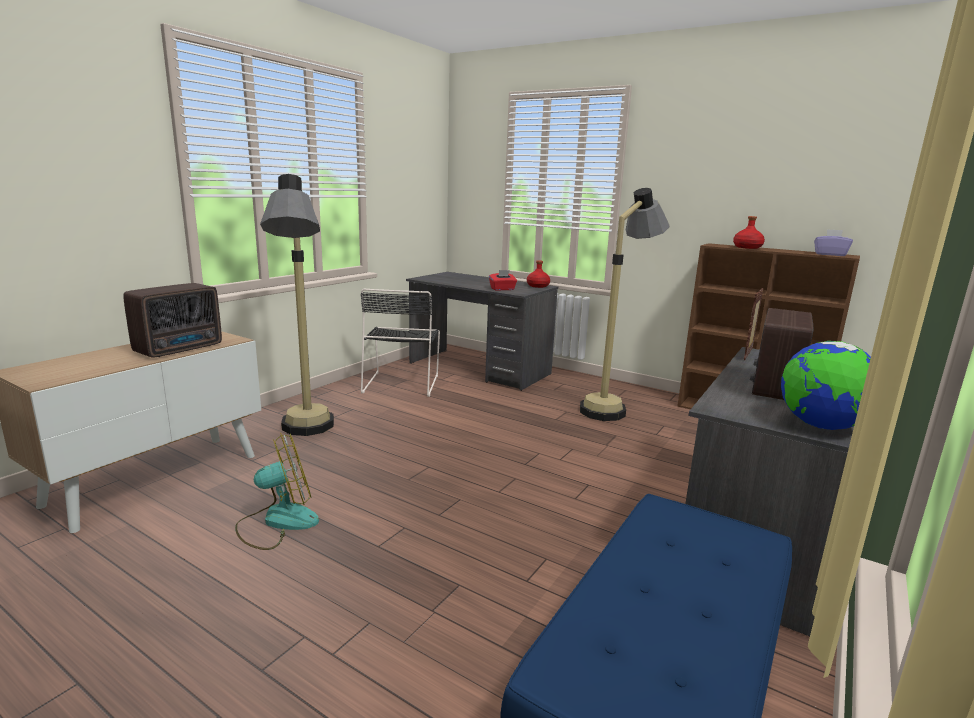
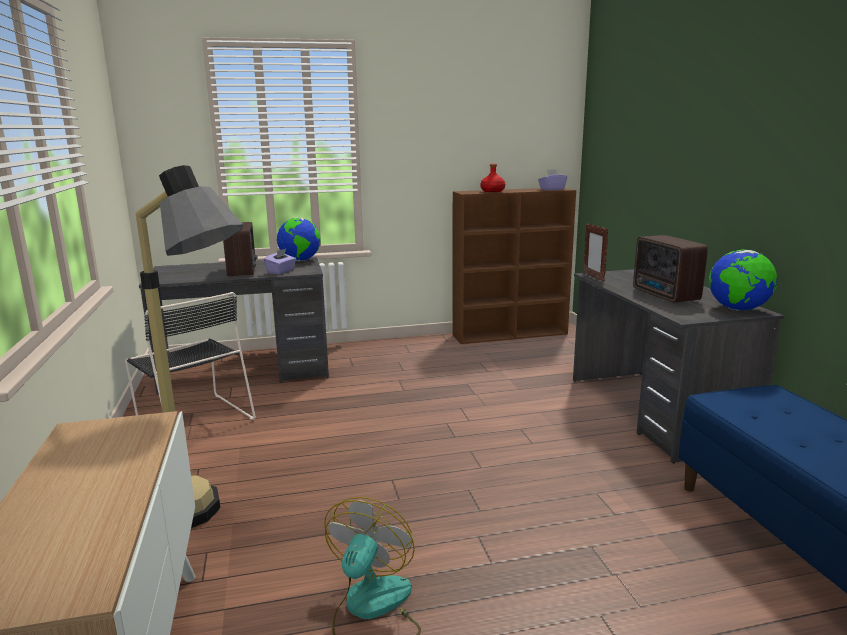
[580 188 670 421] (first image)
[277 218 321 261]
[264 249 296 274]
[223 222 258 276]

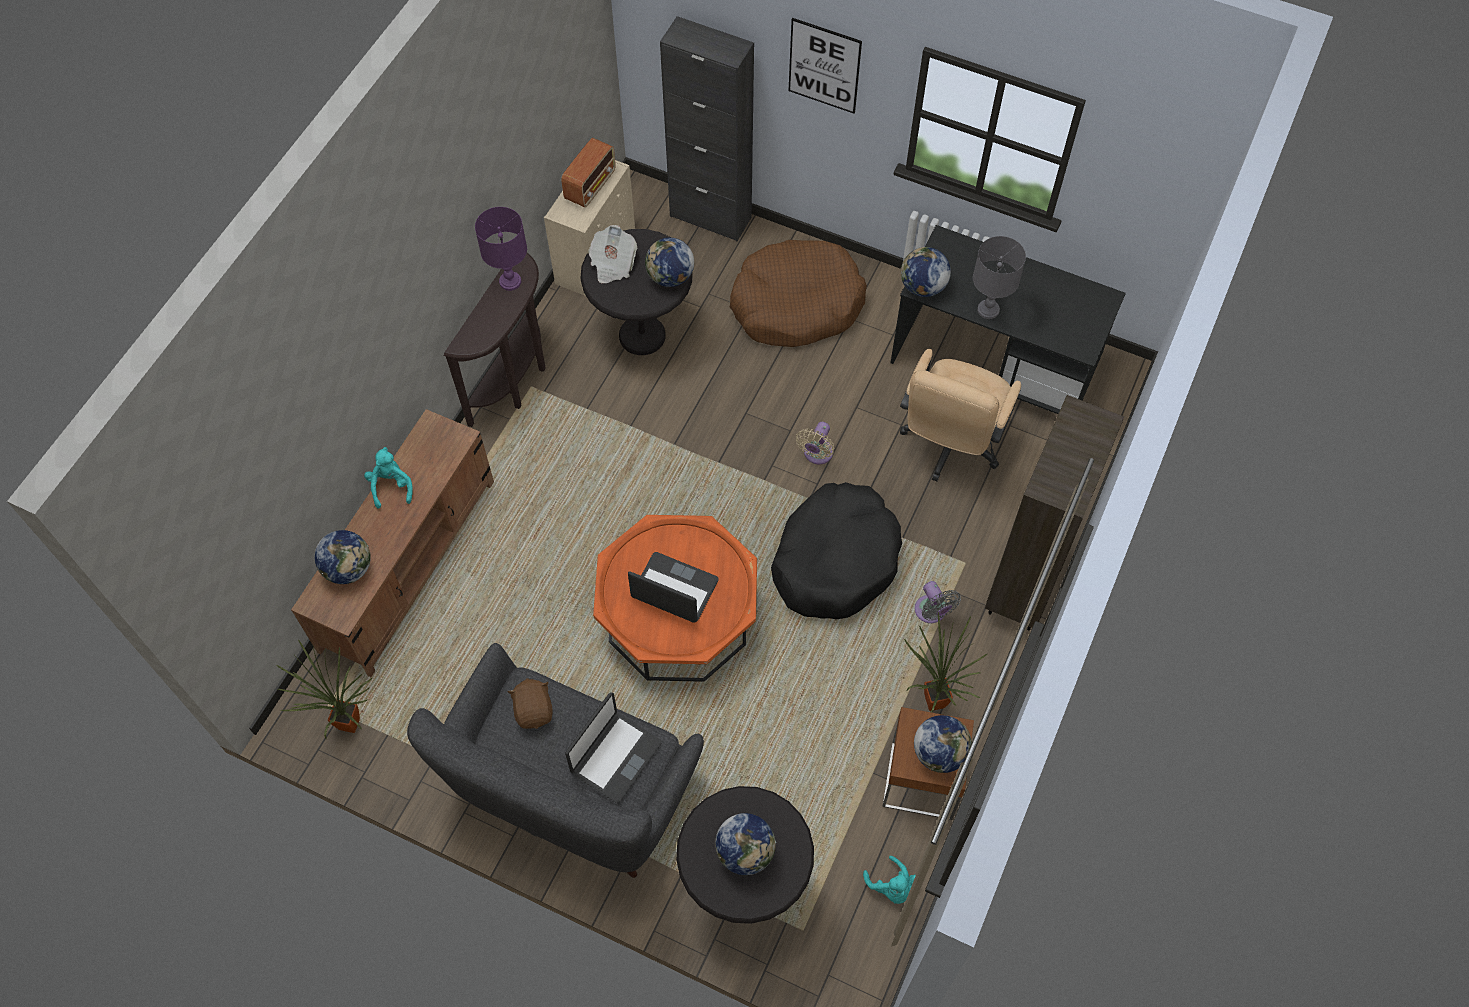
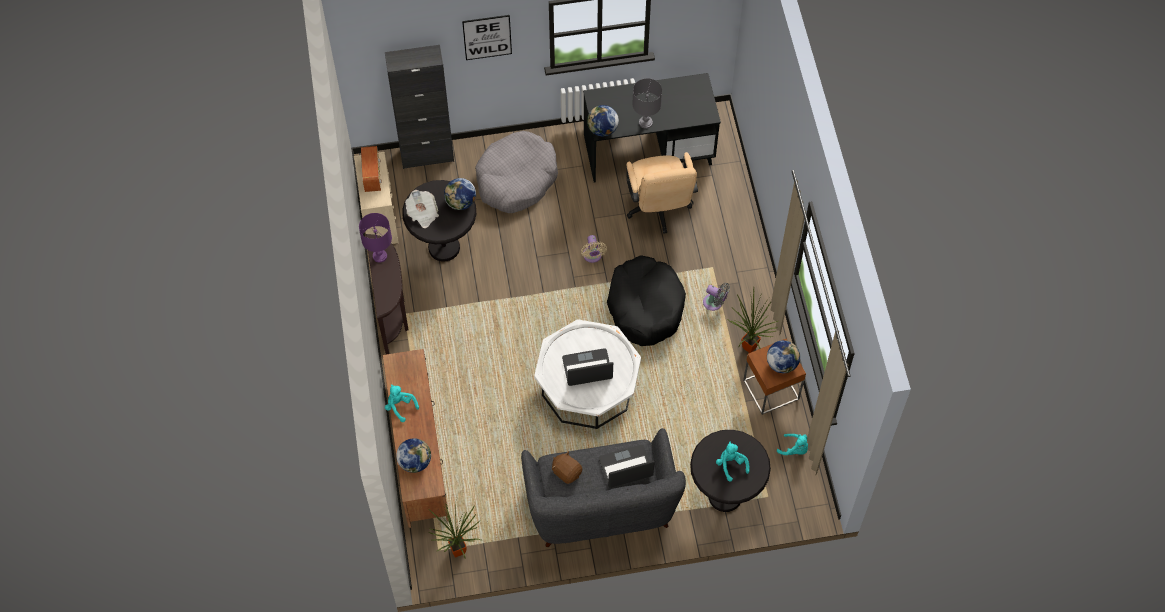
[475 131 558 213]
[985 395 1124 630] (first image)
[534 319 641 429]
[599 445 655 488]
[716 441 750 482]

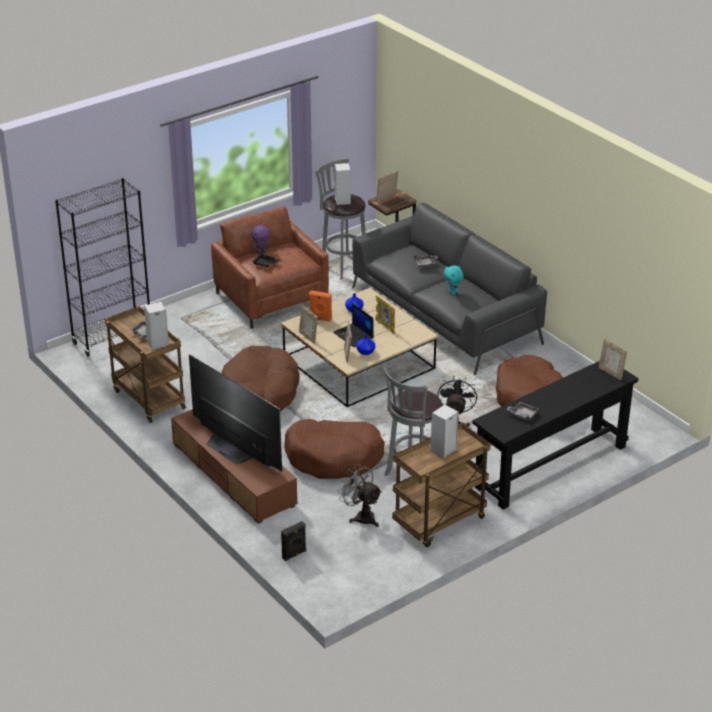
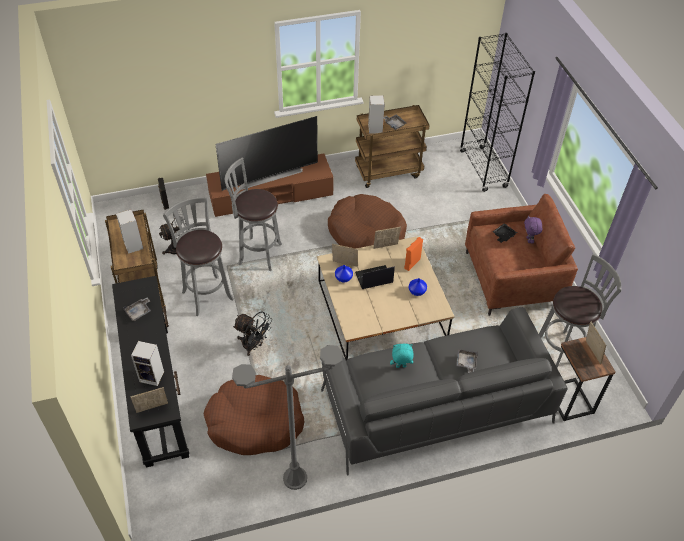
[131 341 164 386]
[375 295 395 334] (first image)
[225 157 282 271]
[232 345 343 490]

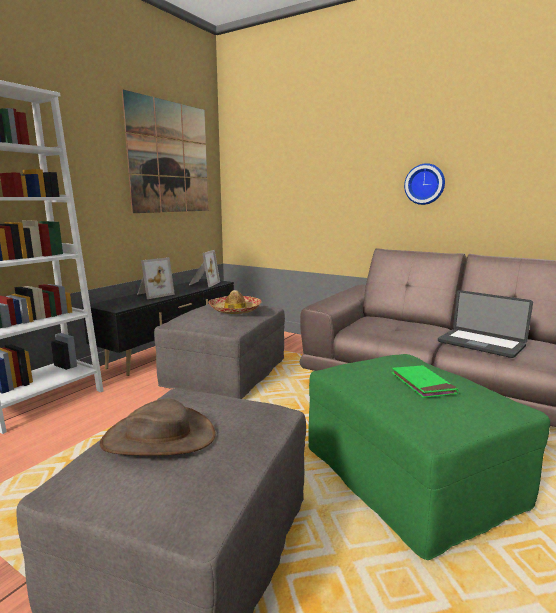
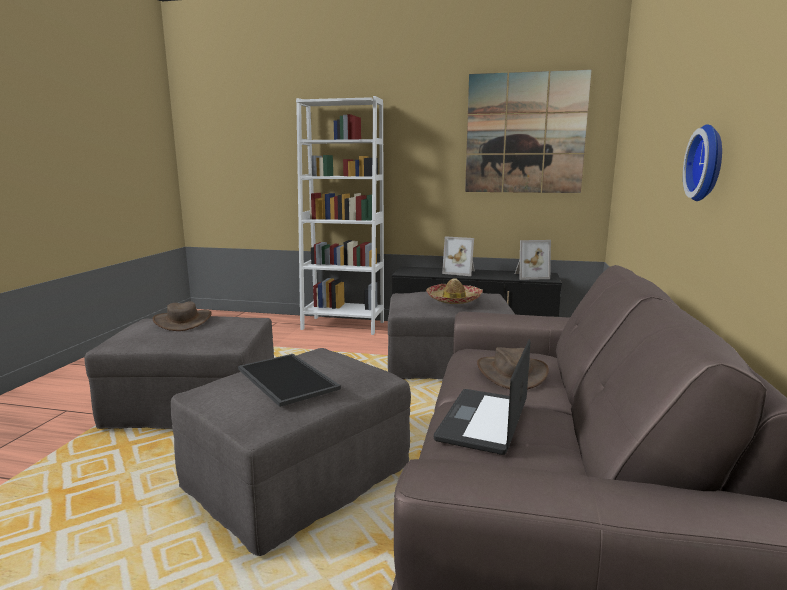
[171 348 411 556]
[238 354 341 407]
[477 347 549 390]

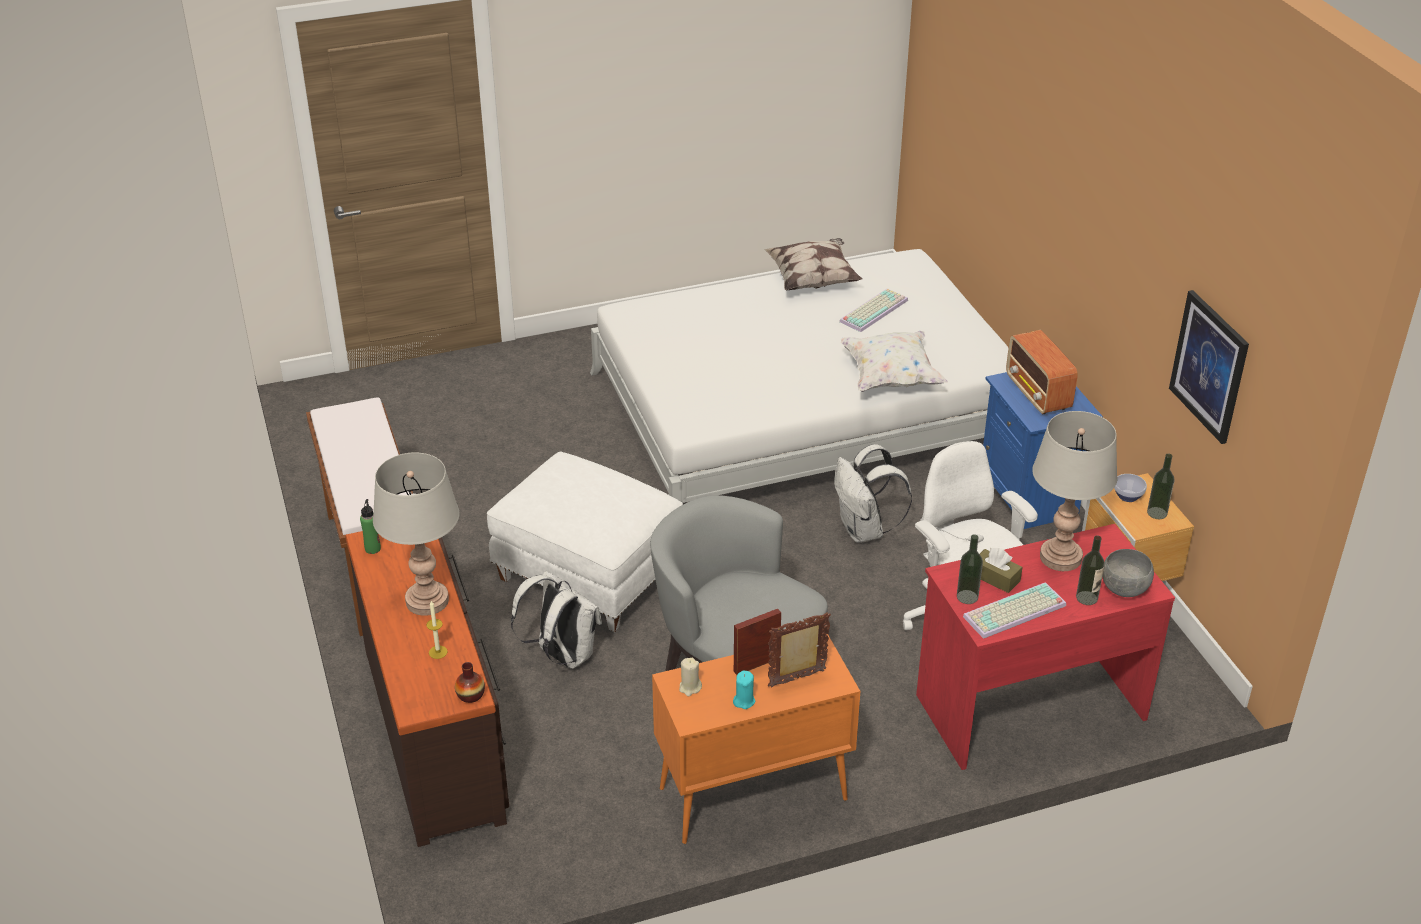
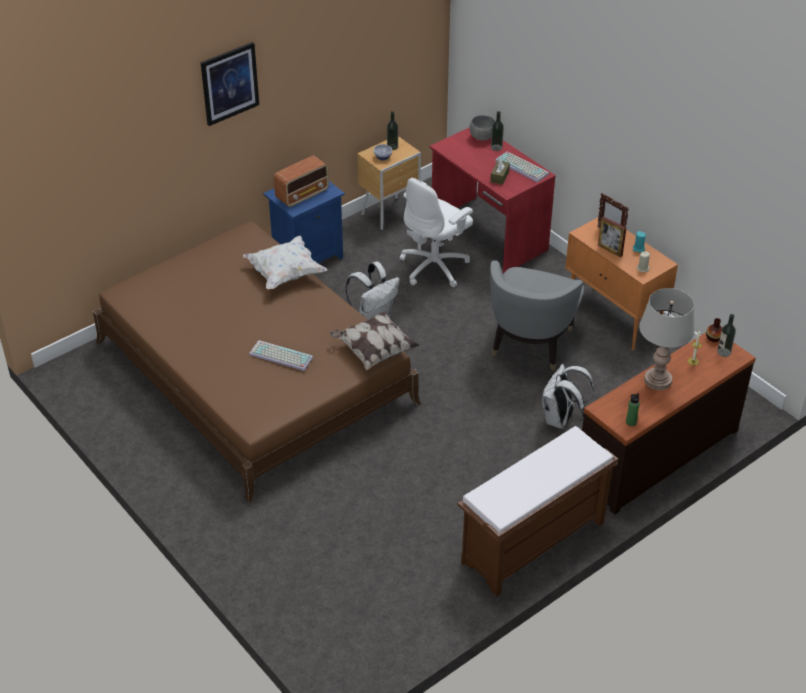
[330 310 421 370]
[93 221 421 503]
[249 340 313 371]
[200 42 259 126]
[1032 411 1117 571] (first image)
[487 452 683 632] (first image)
[717 314 736 357]

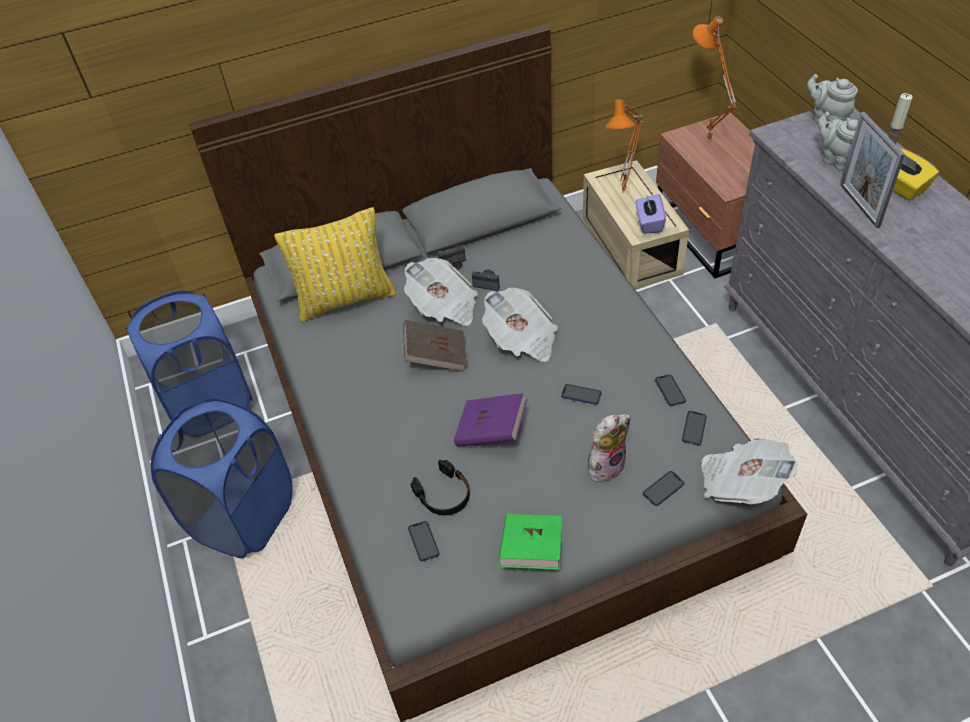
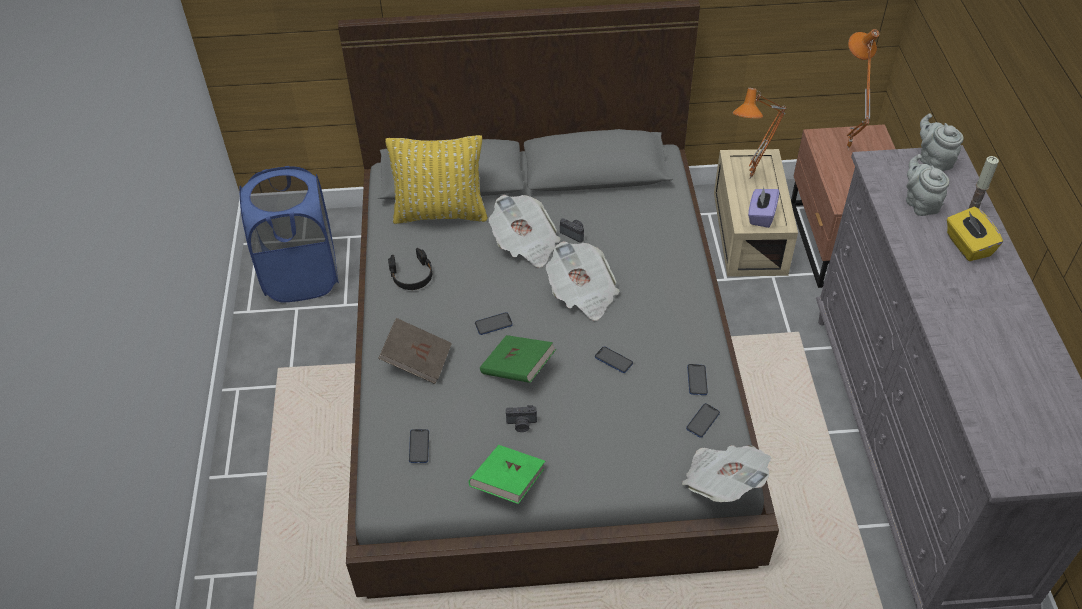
[840 112 905 228] (first image)
[506 405 537 432]
[378 318 452 384]
[480 335 556 383]
[151 398 292 559] (first image)
[588 414 631 482] (first image)
[388 248 432 290]
[475 312 513 335]

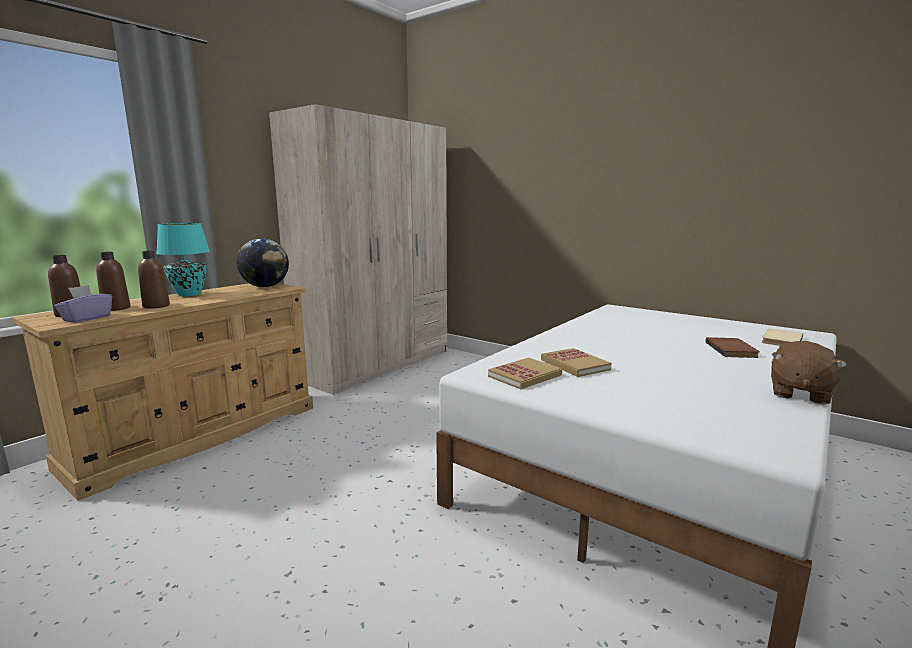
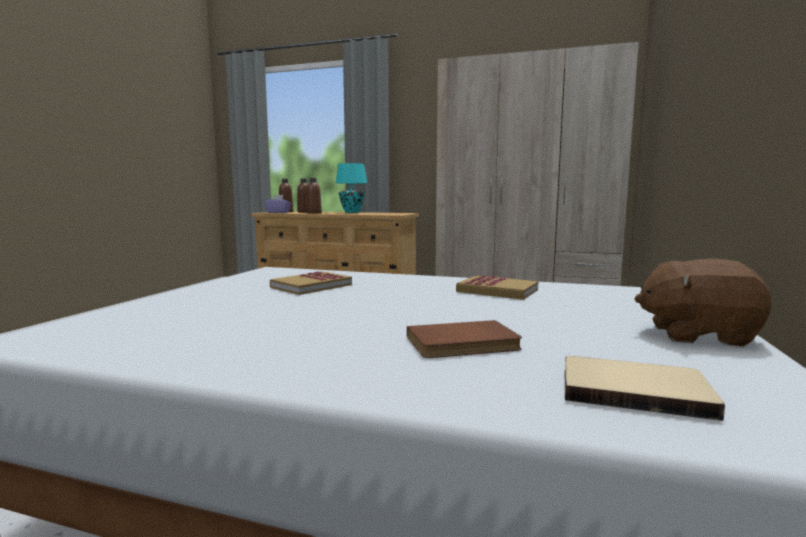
[237 238 289 287] (first image)
[634 259 772 347]
[456 275 538 300]

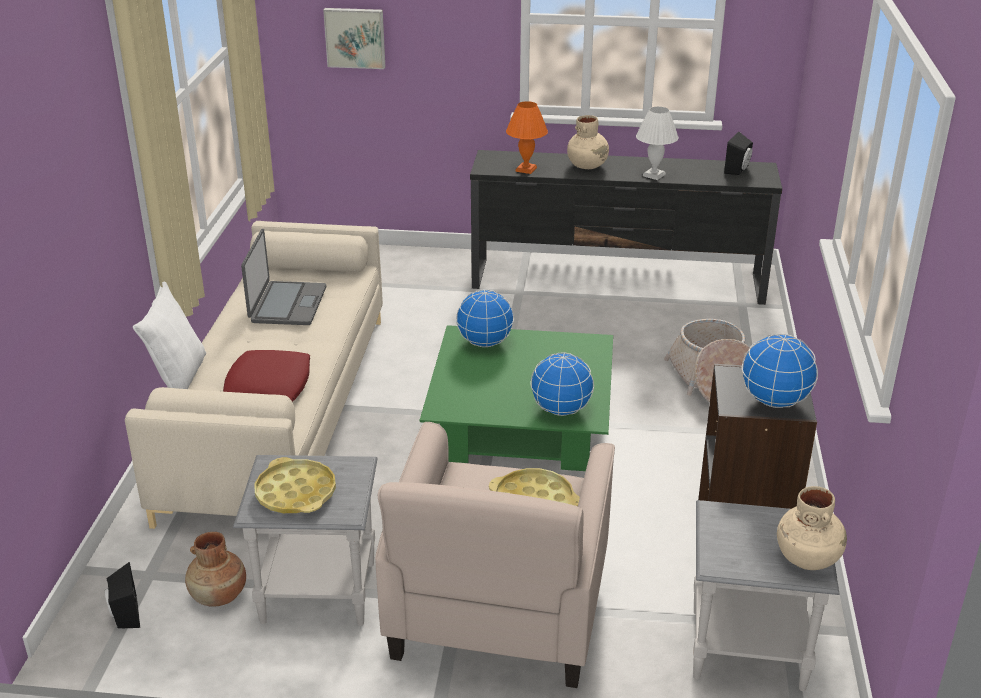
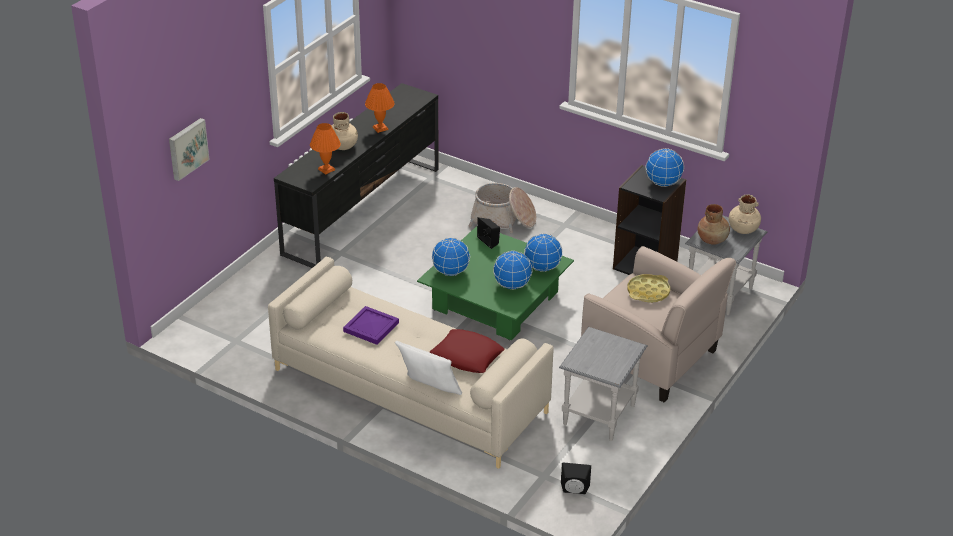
[365 83 395 133]
[477 217 500 249]
[343 306 399 345]
[255 457 336 513] (first image)
[698 204 730 245]
[493 251 532 289]

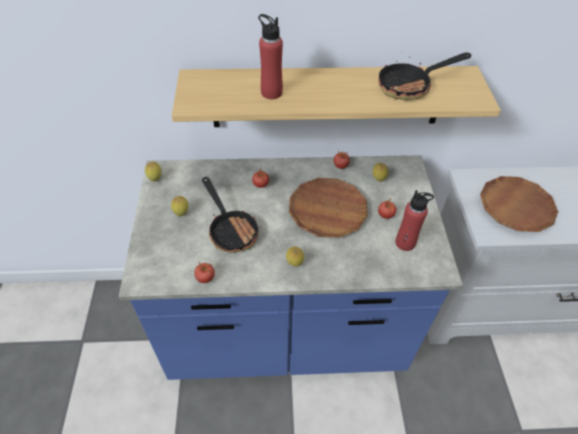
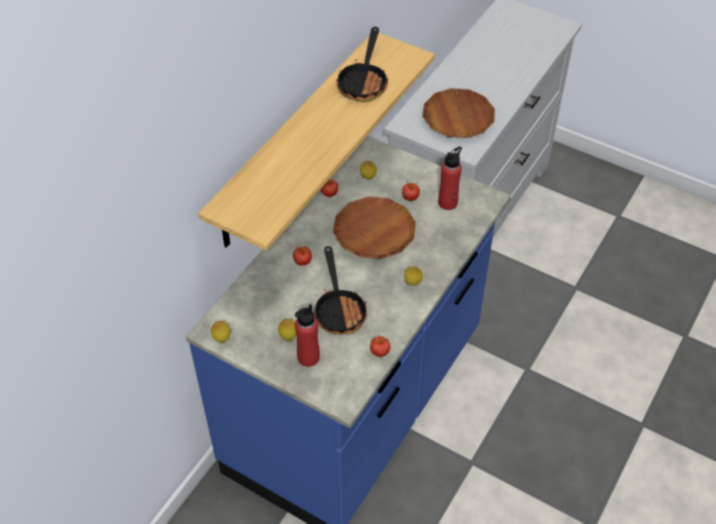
[295 304 320 367]
[314 246 368 335]

